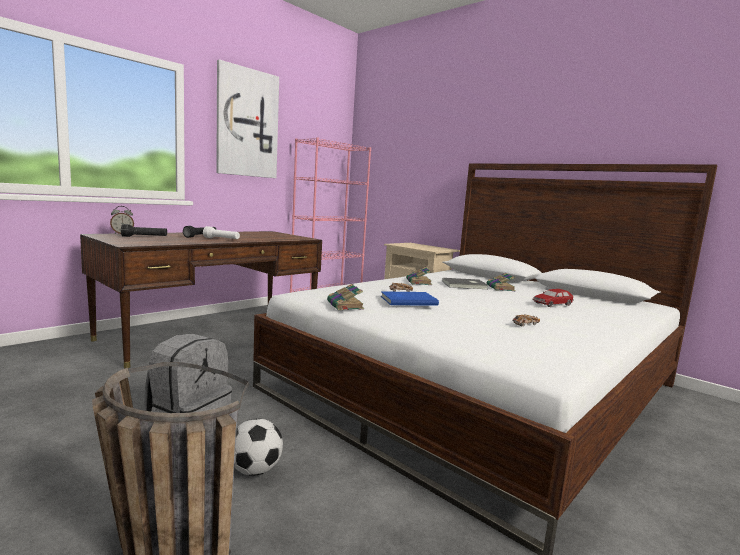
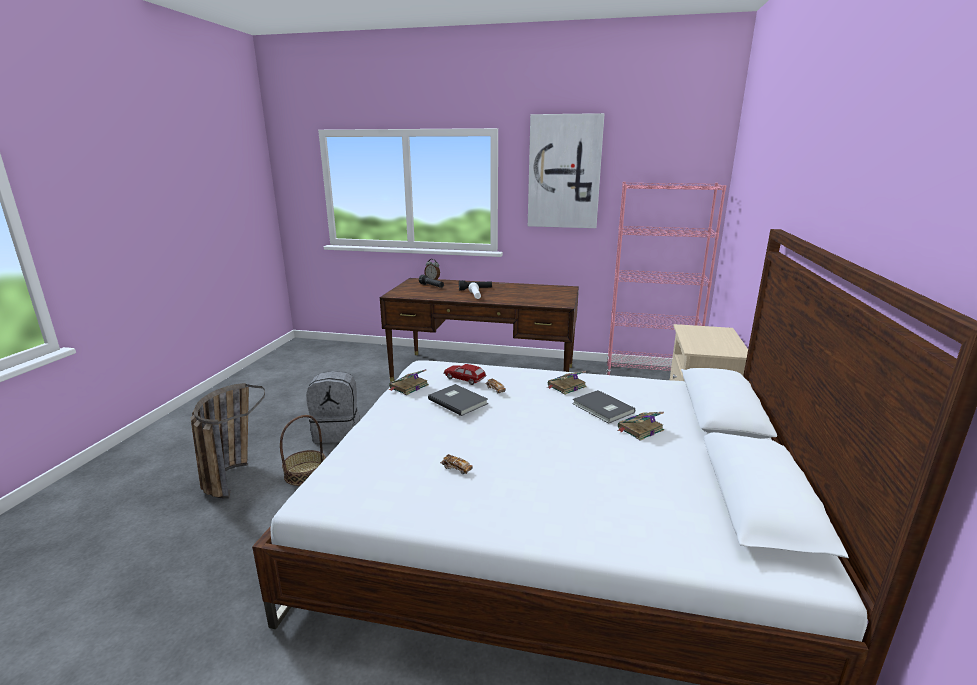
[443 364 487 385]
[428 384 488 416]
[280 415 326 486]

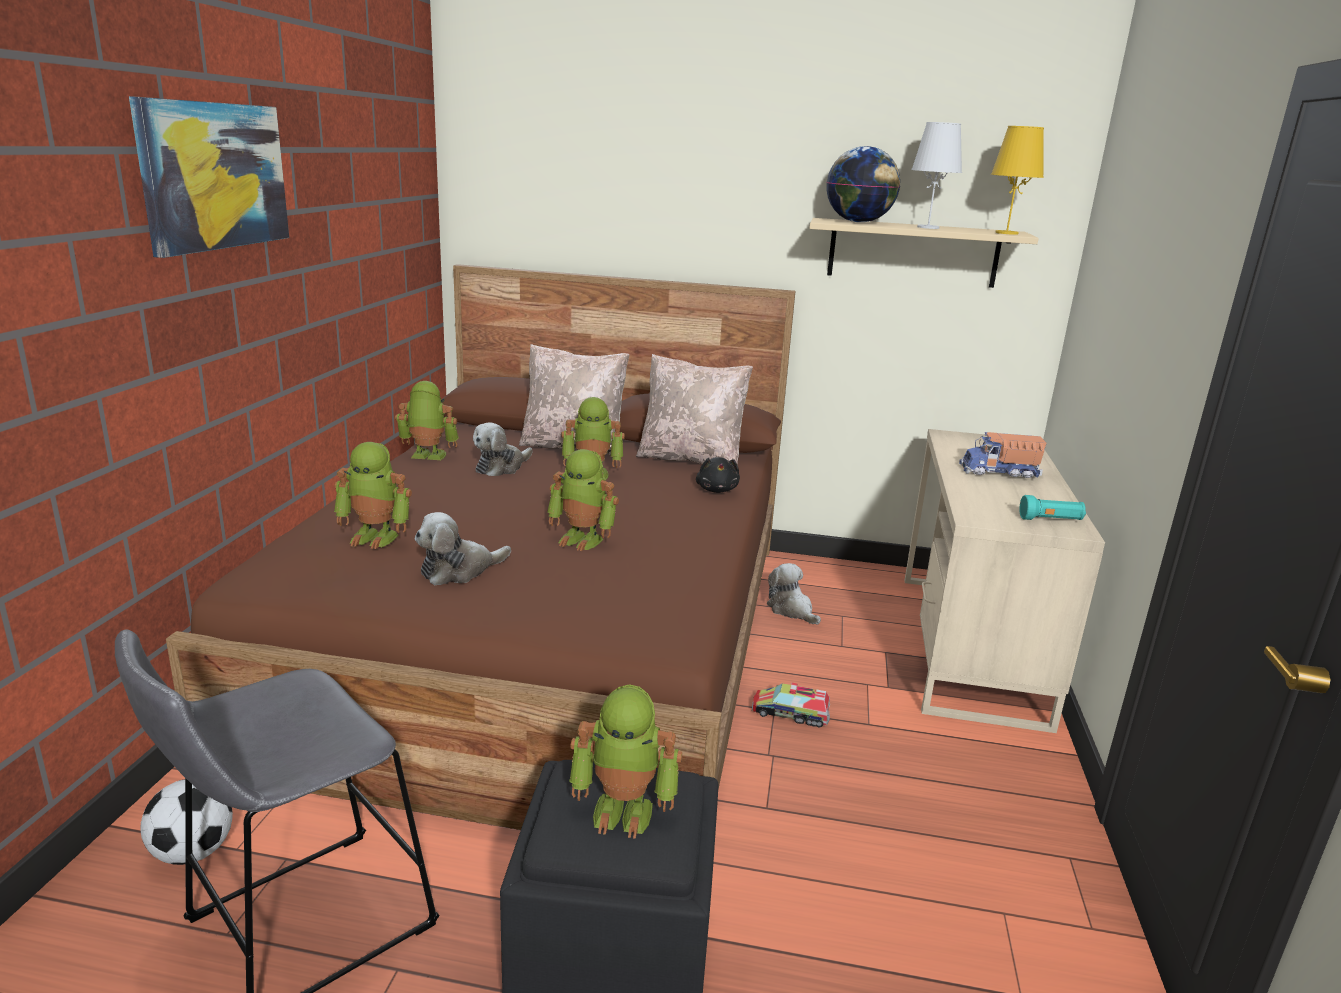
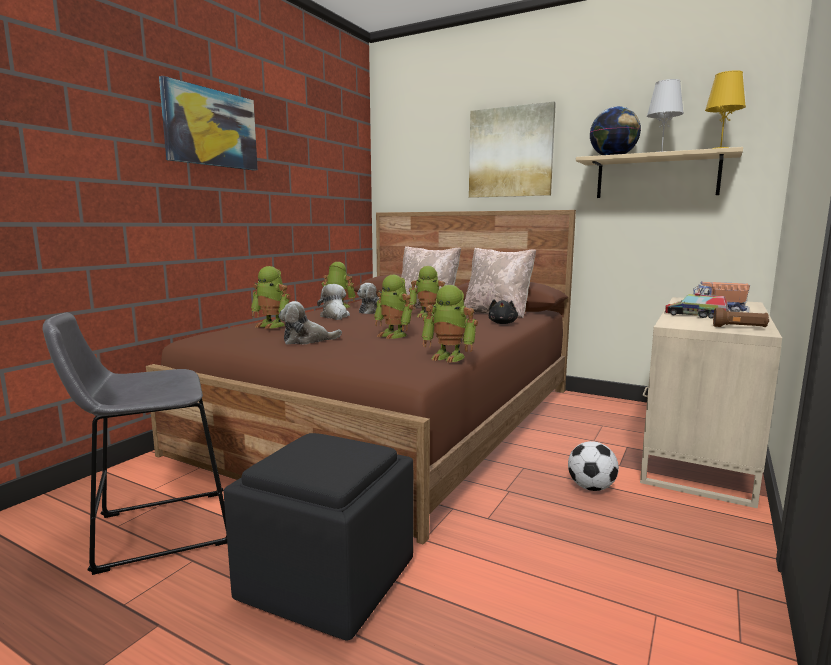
[713 308 769 327]
[317 284 350 320]
[665 292 728 319]
[422 285 478 363]
[568 441 619 491]
[469 102 556 198]

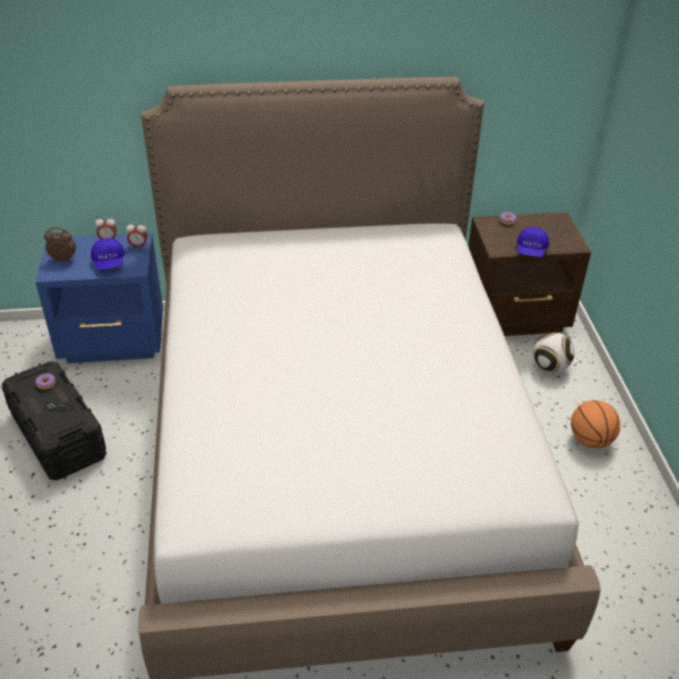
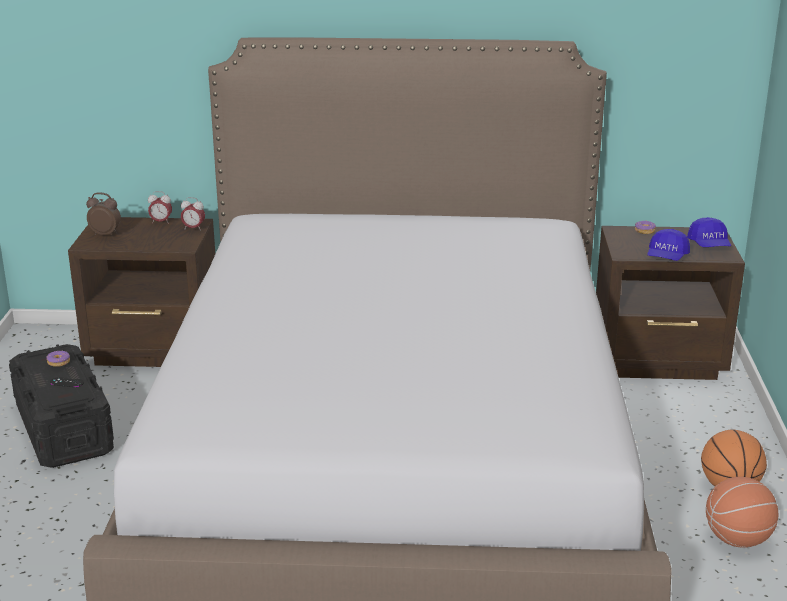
[68 217 215 367]
[687 217 731 247]
[533 332 574 372] (first image)
[706 477 779 548]

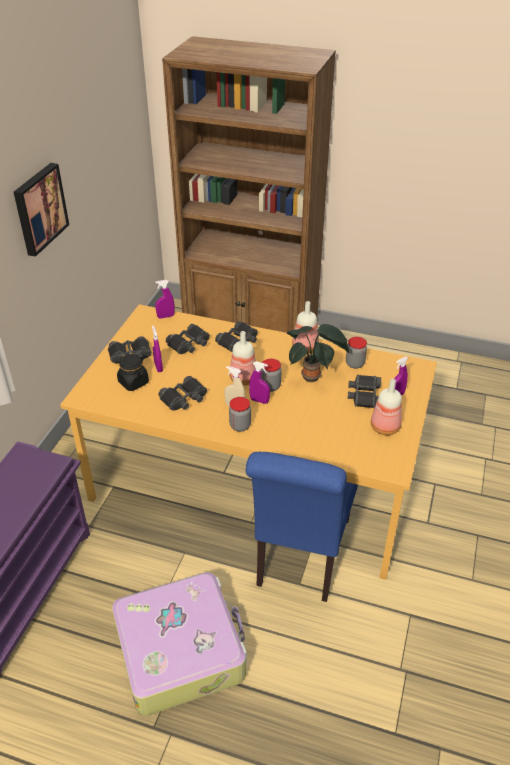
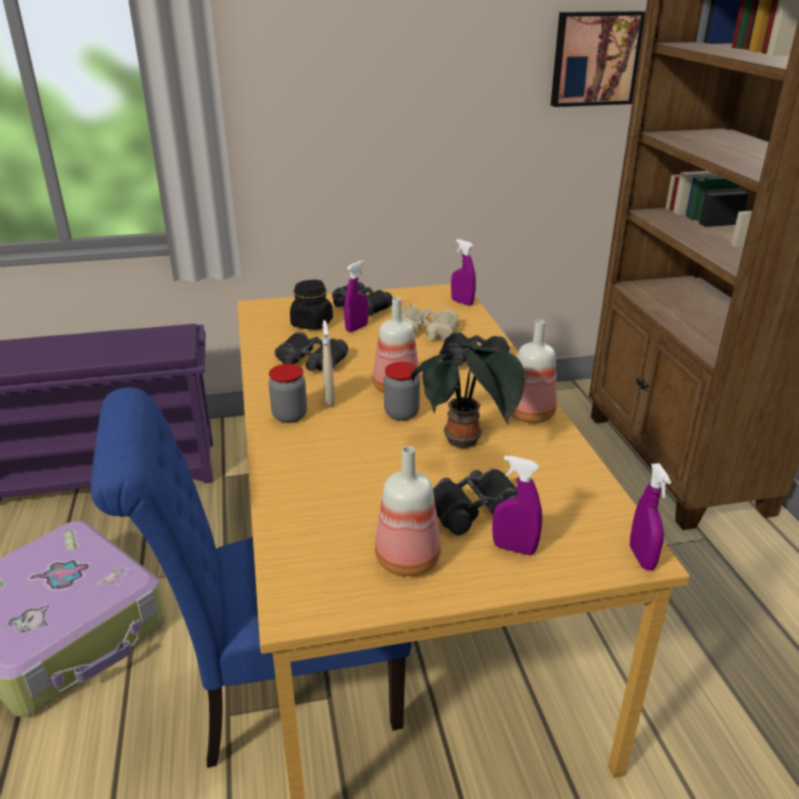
[551 11 645 107]
[401 305 459 340]
[346 337 367 369] (first image)
[630 463 671 570]

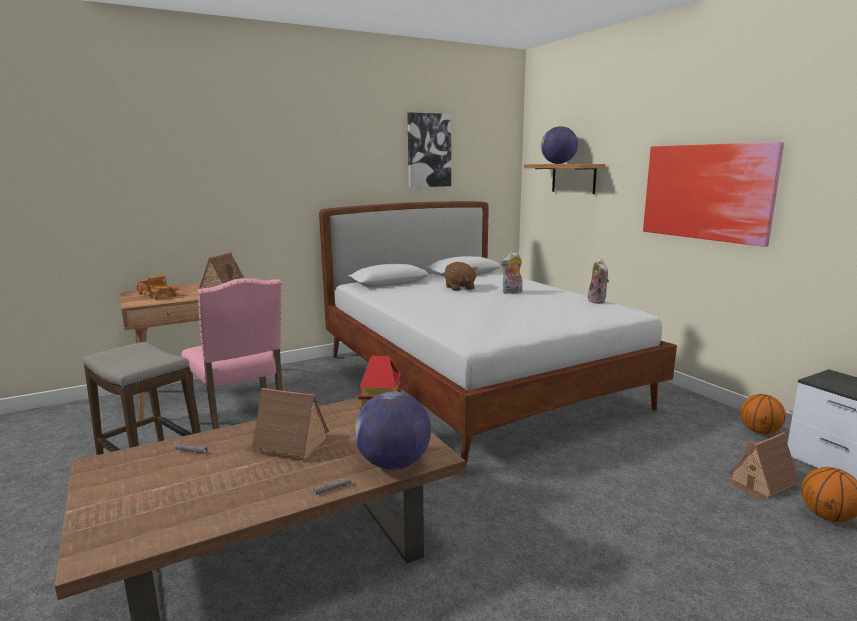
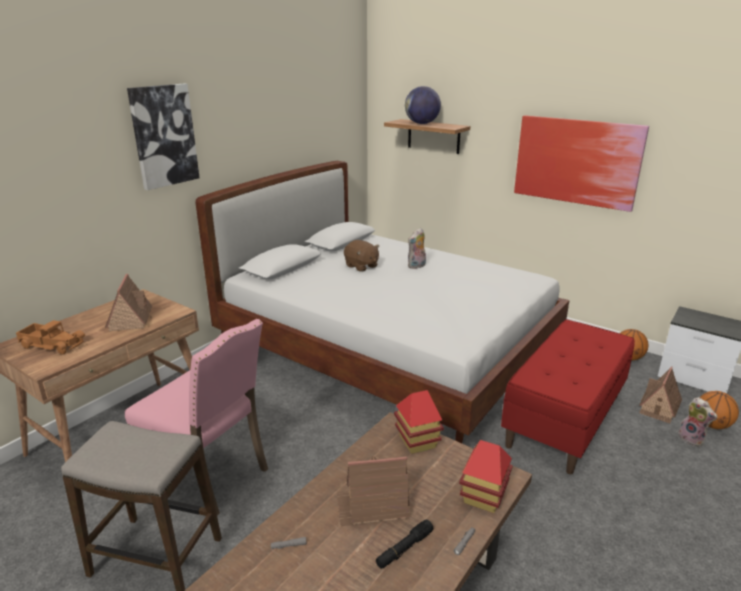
[127 84 200 190]
[678 397 717 446]
[459 440 513 513]
[501 319 635 474]
[376 520 433 569]

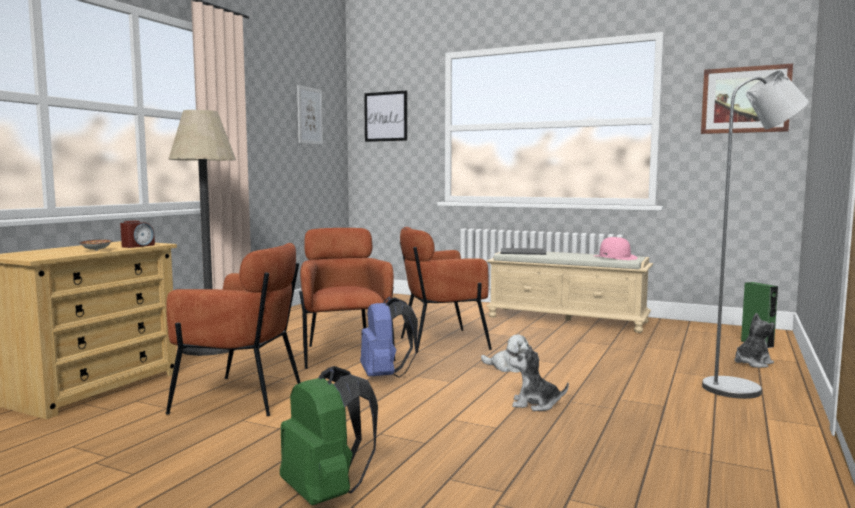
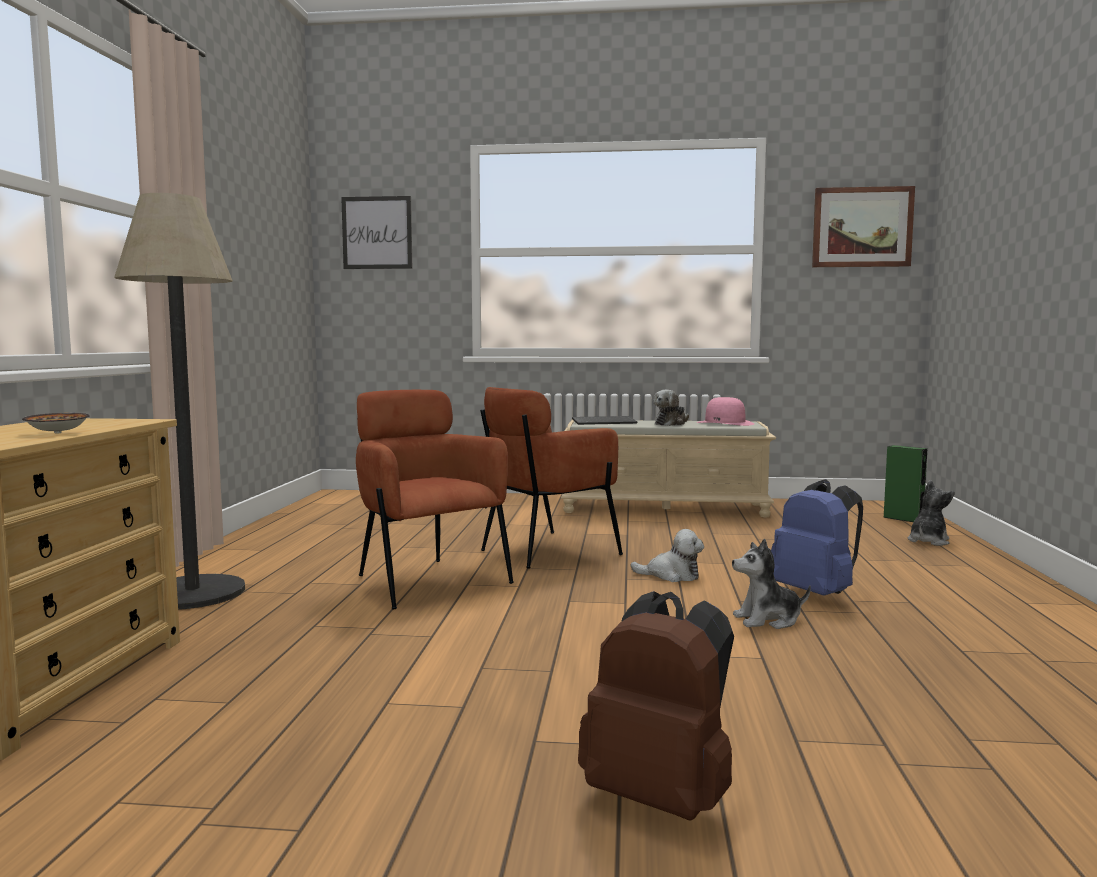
[702 70 809 399] (first image)
[297 85 323 145] (first image)
[120 221 155 248] (first image)
[166 243 301 416] (first image)
[771 479 863 596]
[578 591 734 820]
[653 390 689 426]

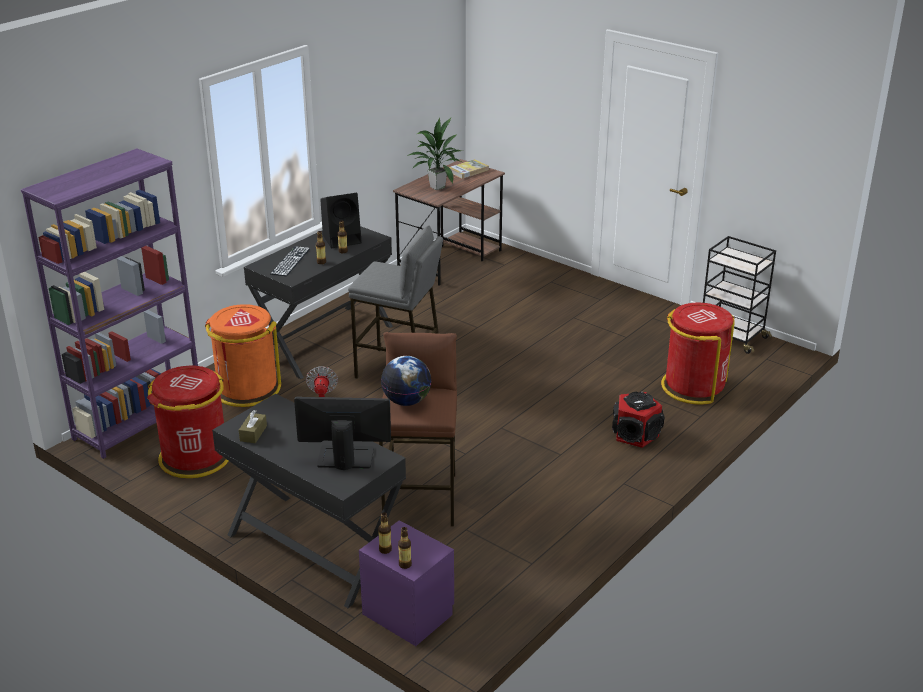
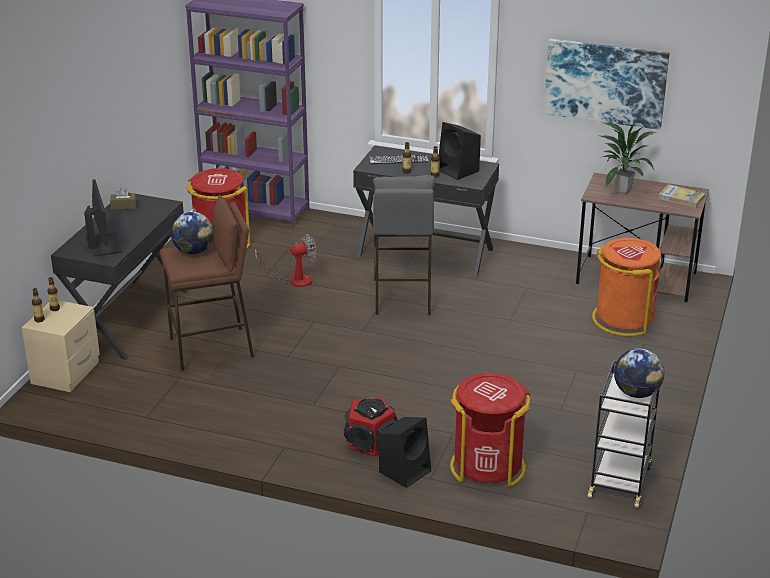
[592 238 661 337]
[22 301 100 392]
[544 39 669 130]
[614 348 665 398]
[379 417 431 488]

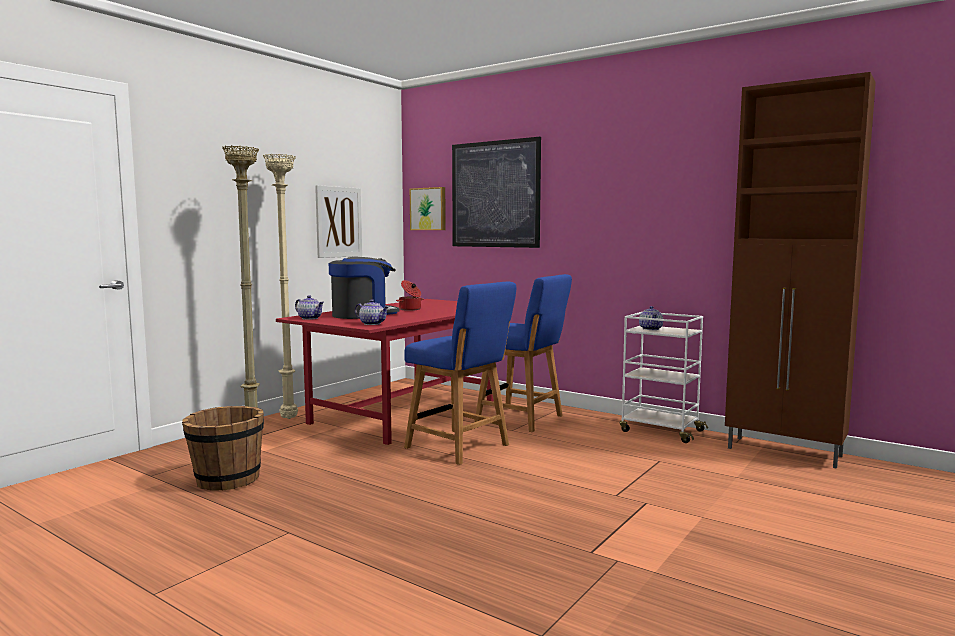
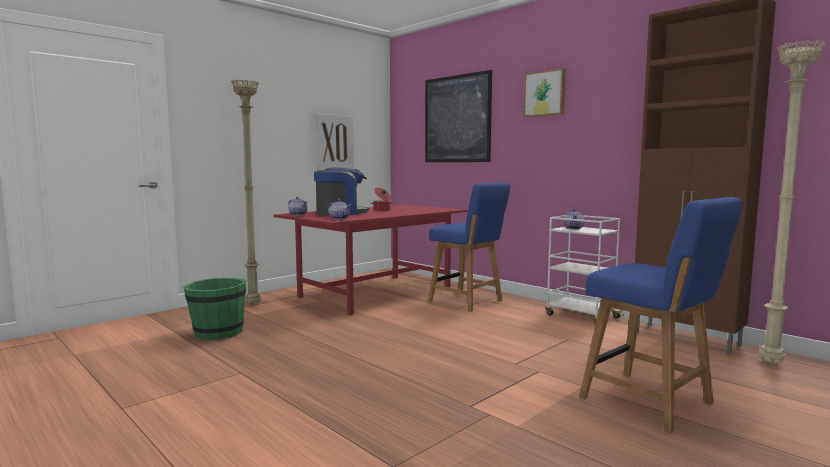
[759 40 825 364]
[524 68 566 117]
[579 197 743 434]
[184 278 246 340]

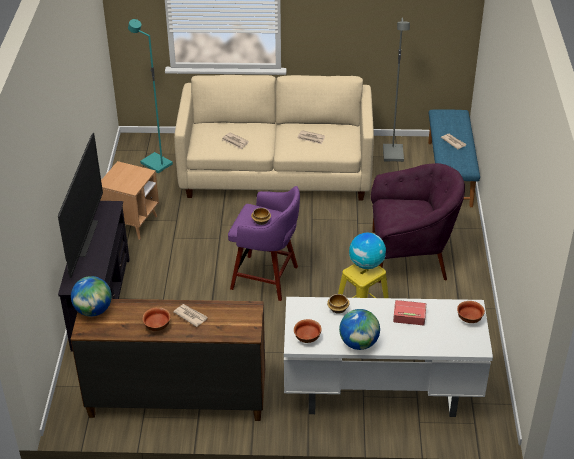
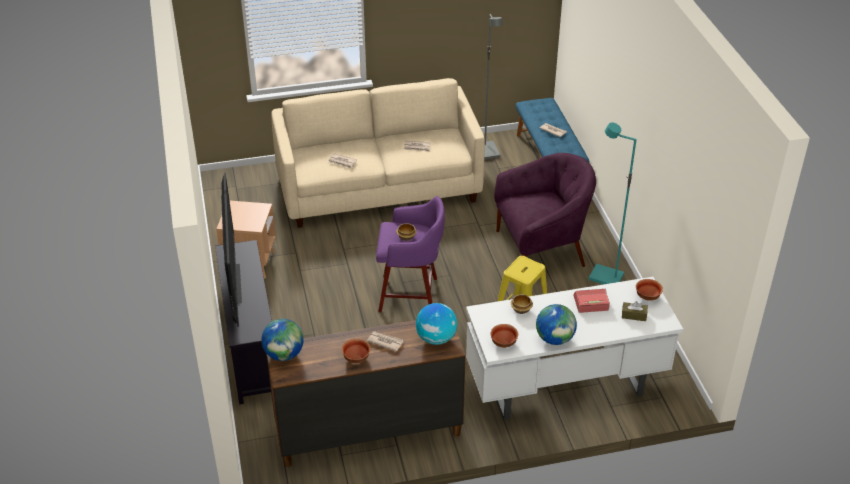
[589 122 637 285]
[416 303 457 345]
[622 301 648 321]

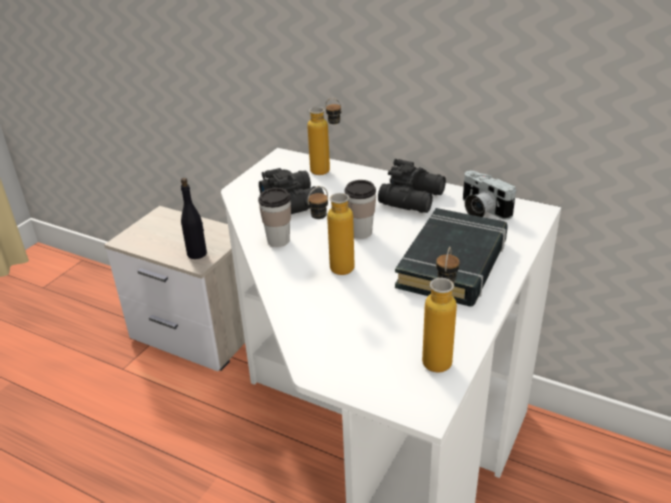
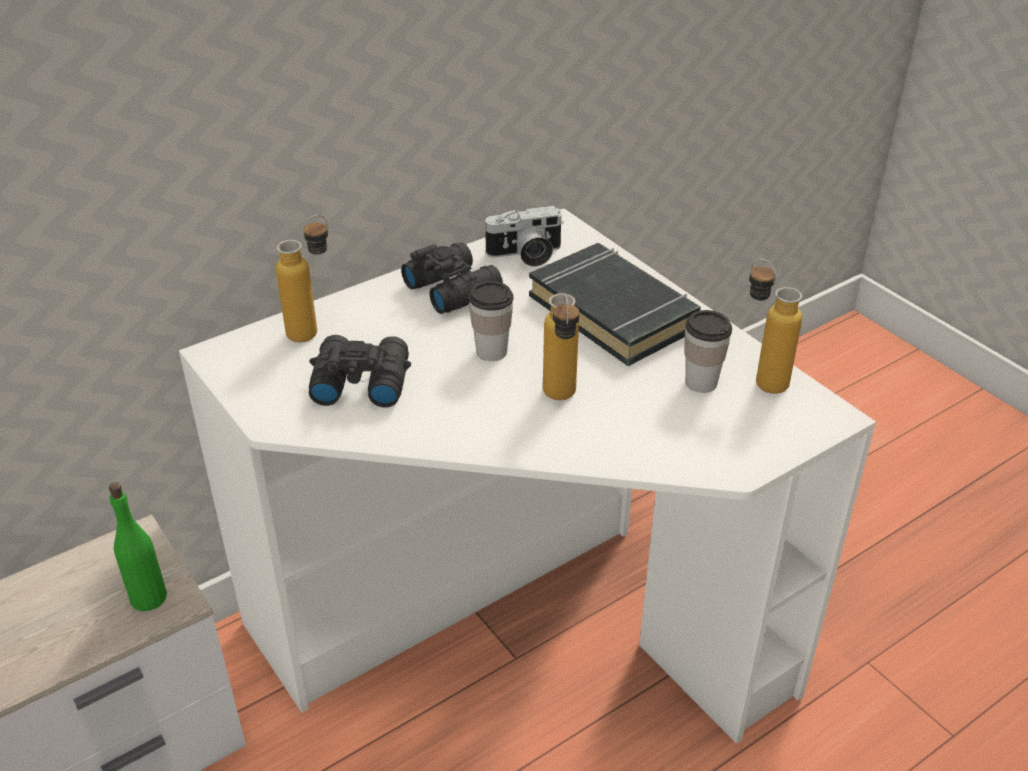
[109 482 167 611]
[685 310 732 393]

